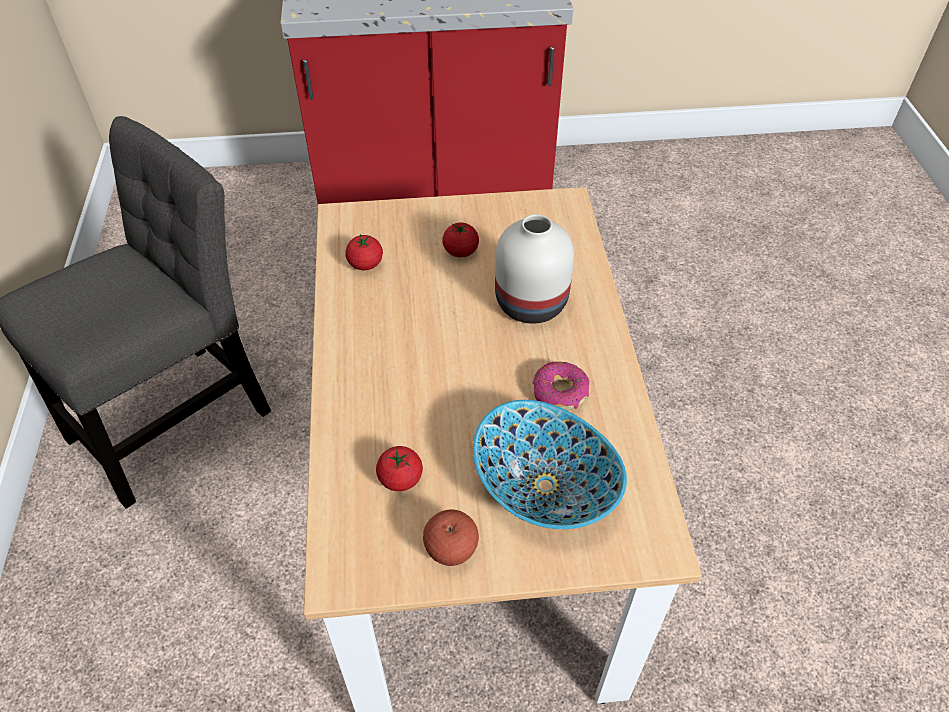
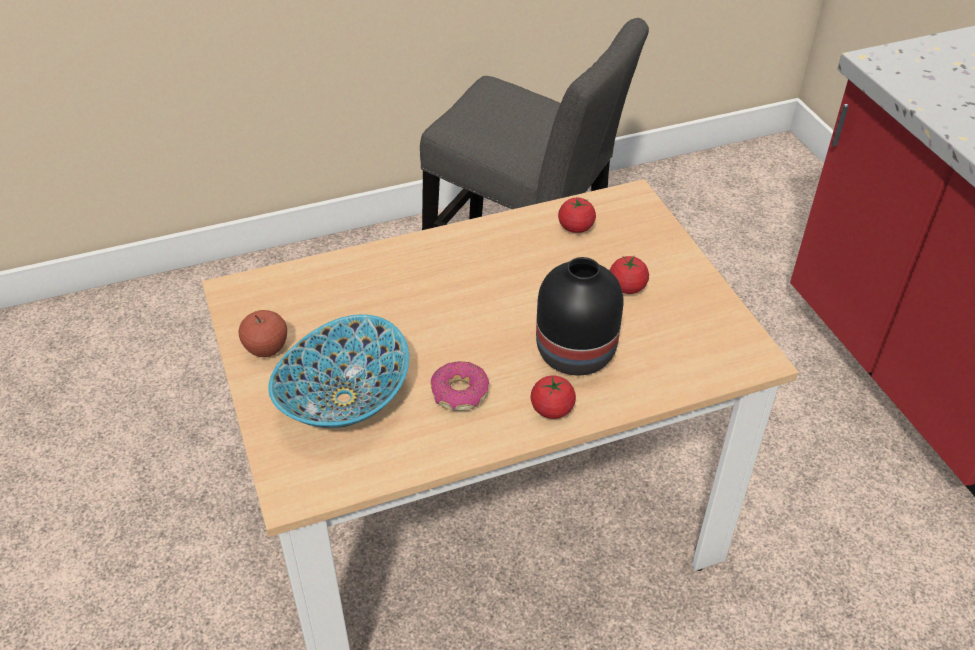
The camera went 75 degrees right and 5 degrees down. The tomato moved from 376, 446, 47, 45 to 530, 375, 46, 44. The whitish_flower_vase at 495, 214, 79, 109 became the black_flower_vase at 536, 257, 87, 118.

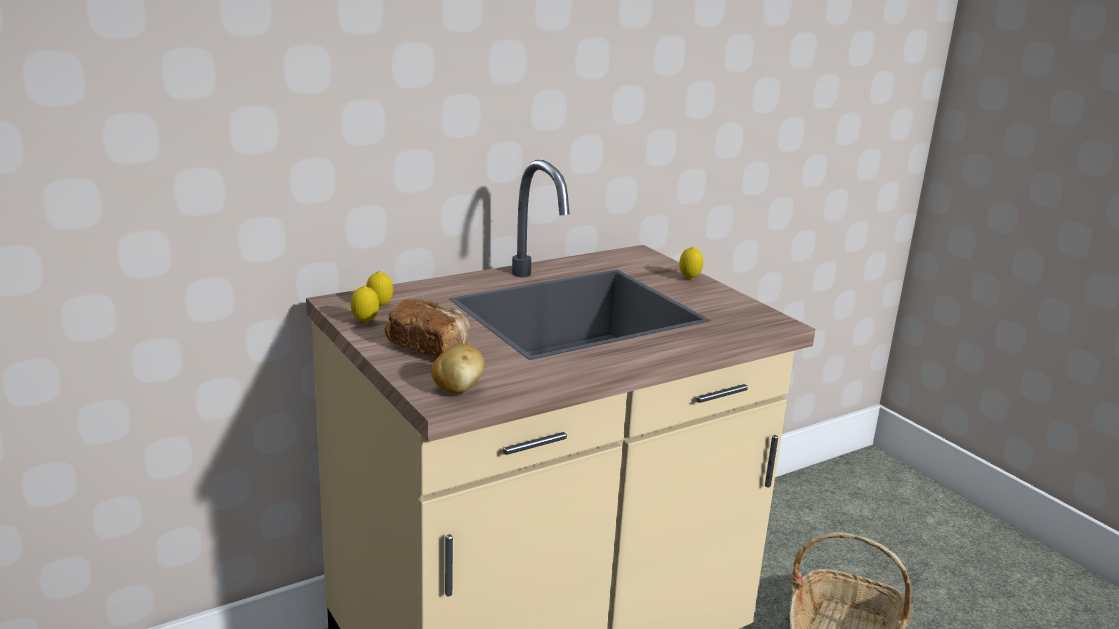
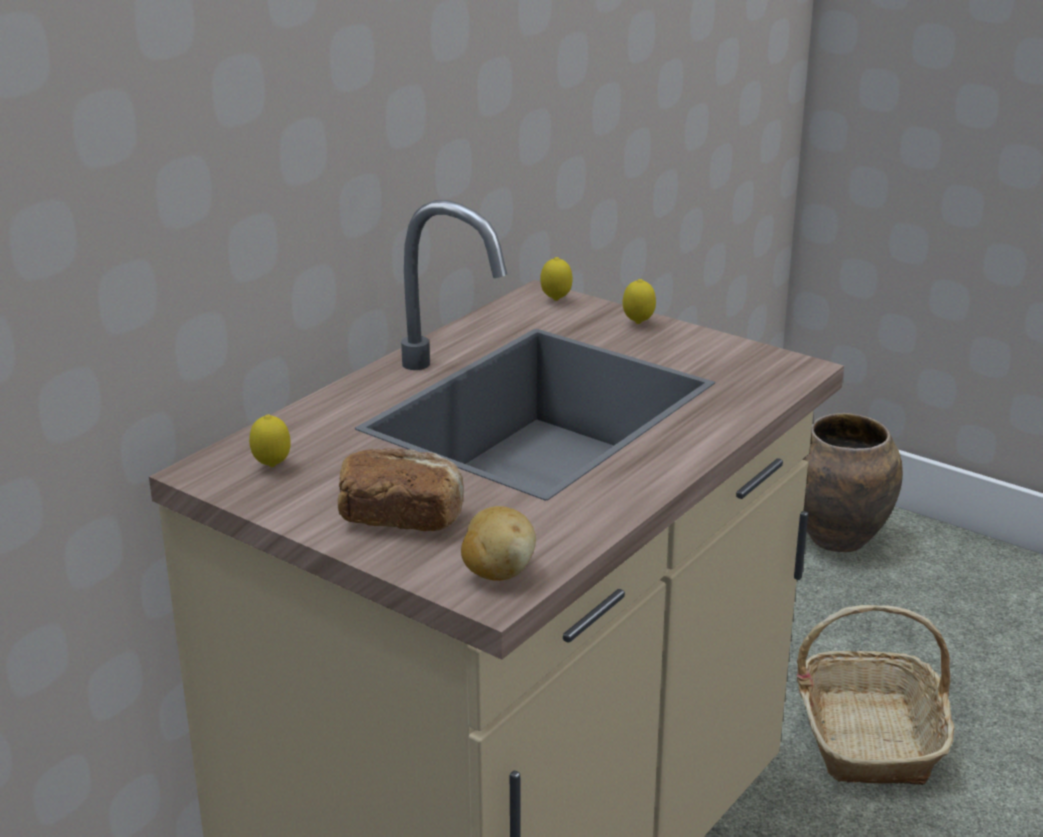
The camera went 20 degrees left and 5 degrees up. The brown-coloured_flower_vase at 802, 413, 101, 139 appeared. The citrus_fruit moved from 351, 286, 28, 37 to 540, 257, 33, 44.

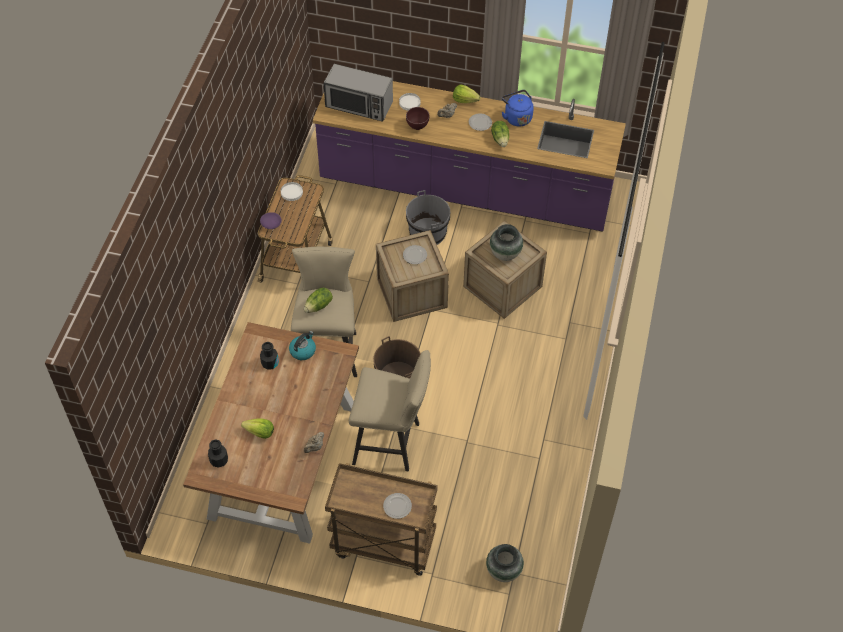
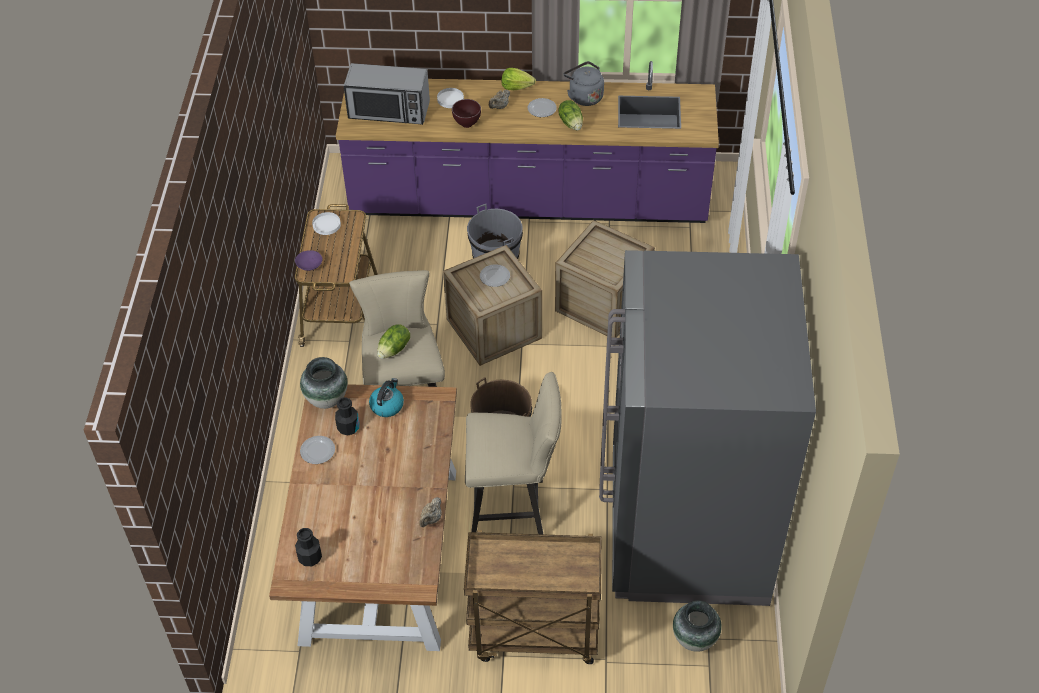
The camera went 10 degrees left and 5 degrees down. The lettuce_head at 241, 419, 33, 20 disappeared. The gray_refrigerator at 599, 250, 217, 356 appeared. The dinner_plate moved from 383, 493, 29, 26 to 300, 436, 35, 28. The flower_vase moved from 490, 224, 33, 37 to 300, 357, 48, 52. The bluish_kettle at 501, 90, 33, 37 became the gray_kettle at 564, 61, 40, 45.

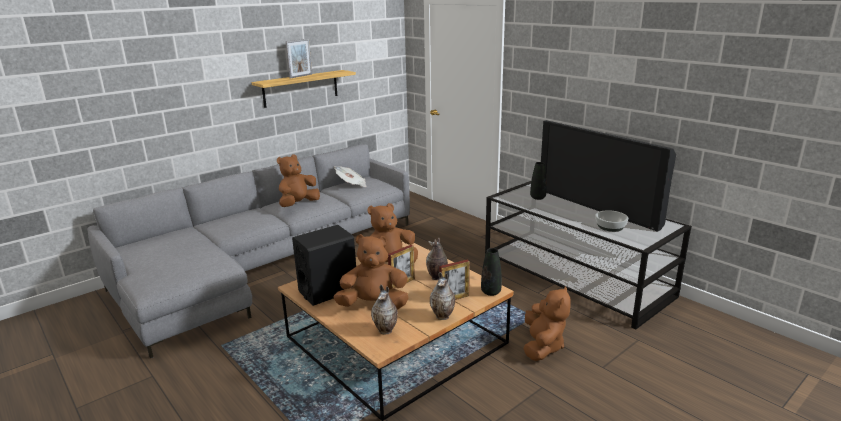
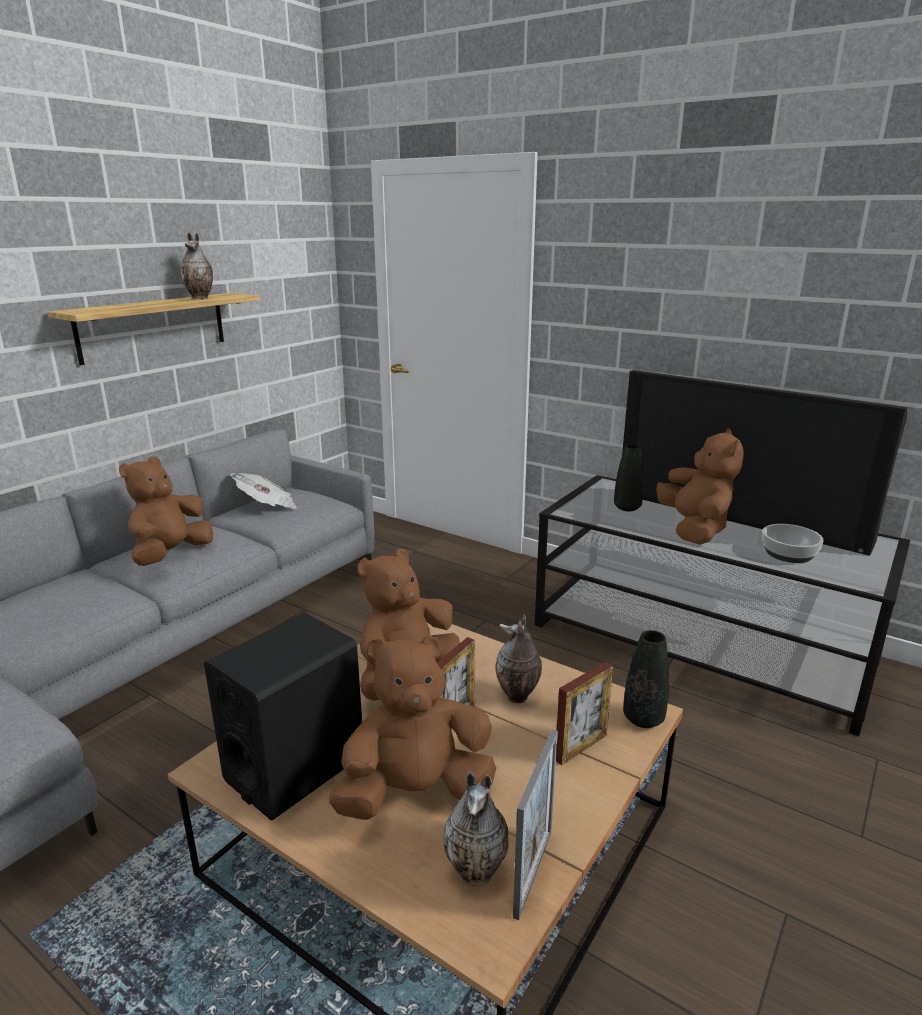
The camera went 15 degrees left and 0 degrees up. The picture_frame moved from 286, 39, 26, 39 to 513, 730, 45, 190. The flower_vase moved from 430, 272, 25, 48 to 180, 233, 33, 66. The brown-coloured_cuddly_toy moved from 523, 286, 48, 75 to 656, 428, 88, 117.

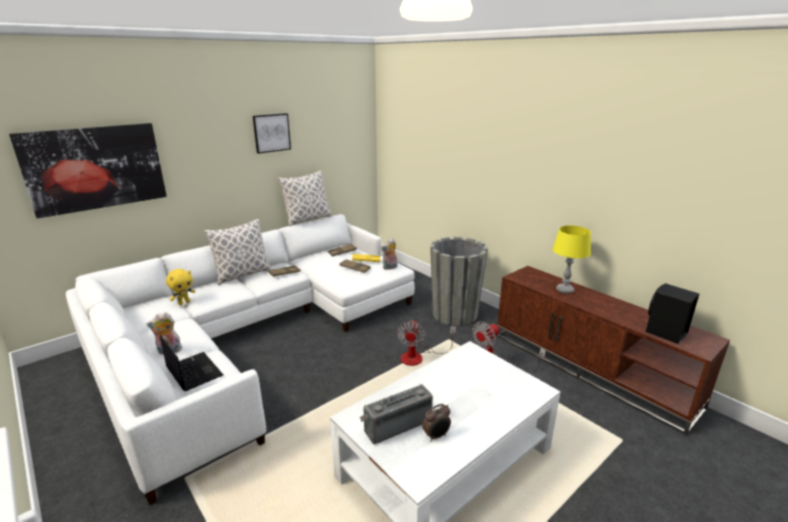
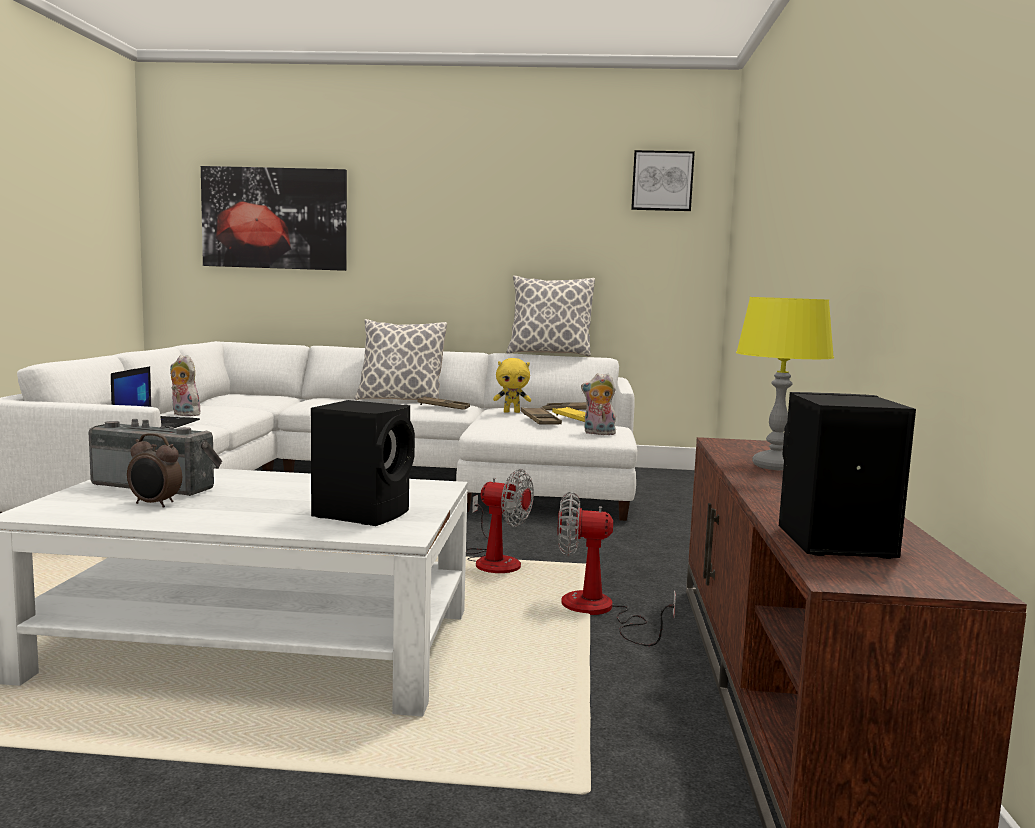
The camera went 45 degrees right and 15 degrees down. The gray_planter at 430, 237, 58, 89 disappeared. The black_speaker at 311, 400, 104, 126 appeared. The yellow-coloured_cuddly_toy moved from 166, 269, 29, 36 to 493, 358, 38, 55. The picture moved from 252, 113, 39, 41 to 631, 150, 64, 61. The electric_fan at 397, 320, 59, 46 turned 120 degrees counterclockwise.

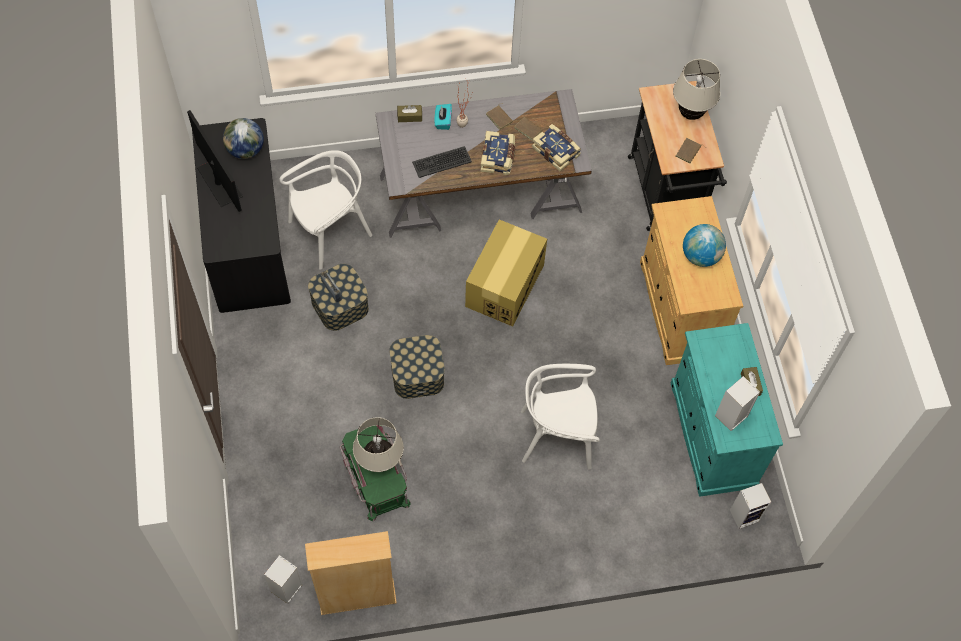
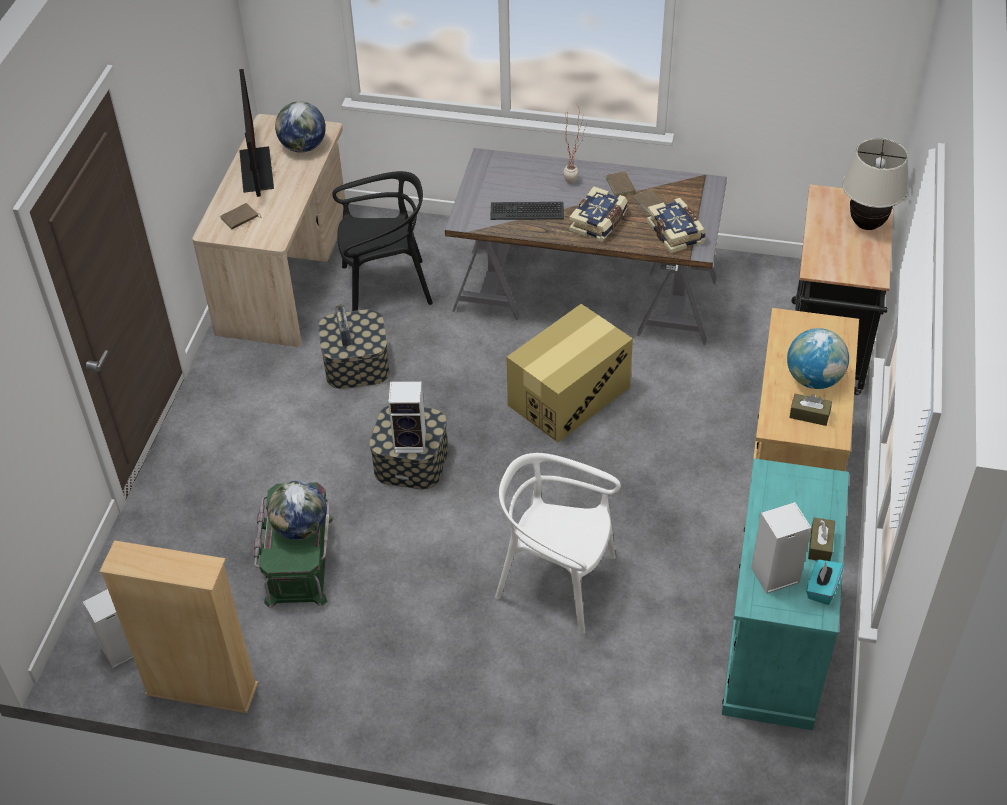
The camera went 25 degrees right and 15 degrees down. The brown-coloured_box_of_tissues moved from 397, 105, 25, 17 to 789, 393, 43, 33. The turquoise-coloured_box_of_tissues moved from 435, 104, 17, 26 to 806, 559, 38, 46. The brown-coloured_book moved from 676, 138, 30, 25 to 220, 203, 42, 26. The speaker moved from 730, 483, 41, 46 to 388, 381, 38, 72. The sand-coloured_tabletop_lamp at 353, 417, 51, 55 was replaced by the world_globe at 267, 481, 60, 59. The black_desk_table at 192, 118, 99, 195 became the sand-coloured_desk_table at 192, 114, 153, 233. The whitish_chair at 279, 150, 93, 120 became the black_chair at 332, 171, 101, 140.

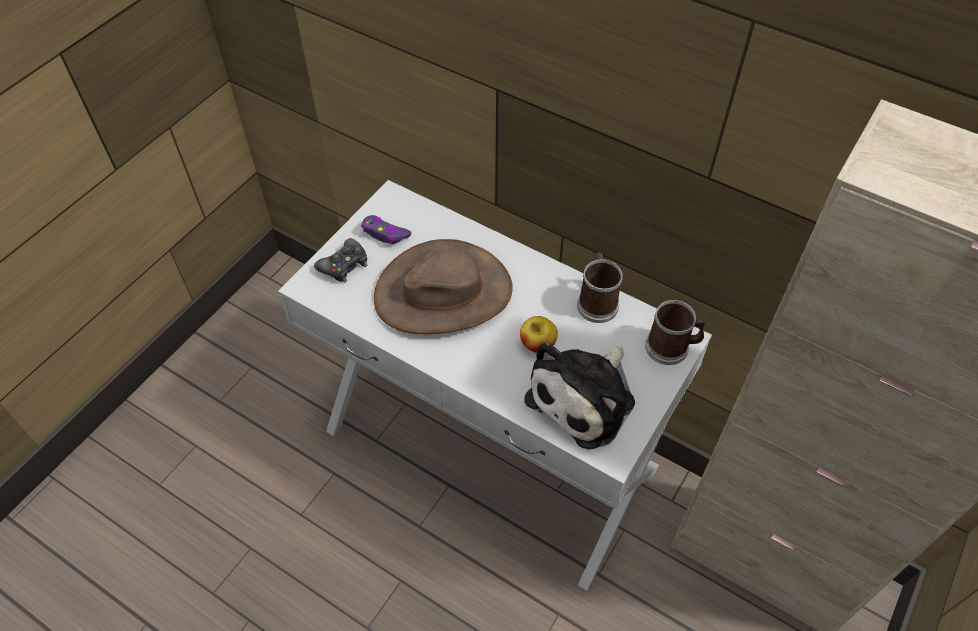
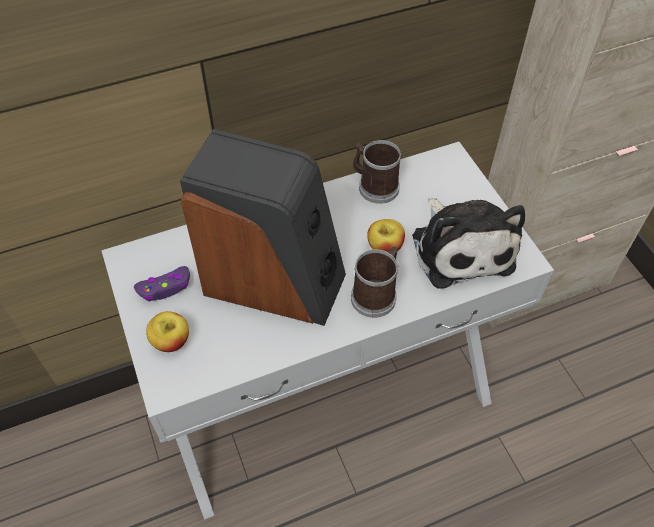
The camera went 55 degrees left and 0 degrees up. The mug moved from 645, 300, 62, 65 to 351, 247, 47, 71. The black_joypad at 314, 238, 53, 44 was replaced by the apple_fruit at 146, 311, 43, 41. The brown-coloured_wearable_hat at 374, 239, 139, 95 was replaced by the speaker at 180, 129, 166, 197.

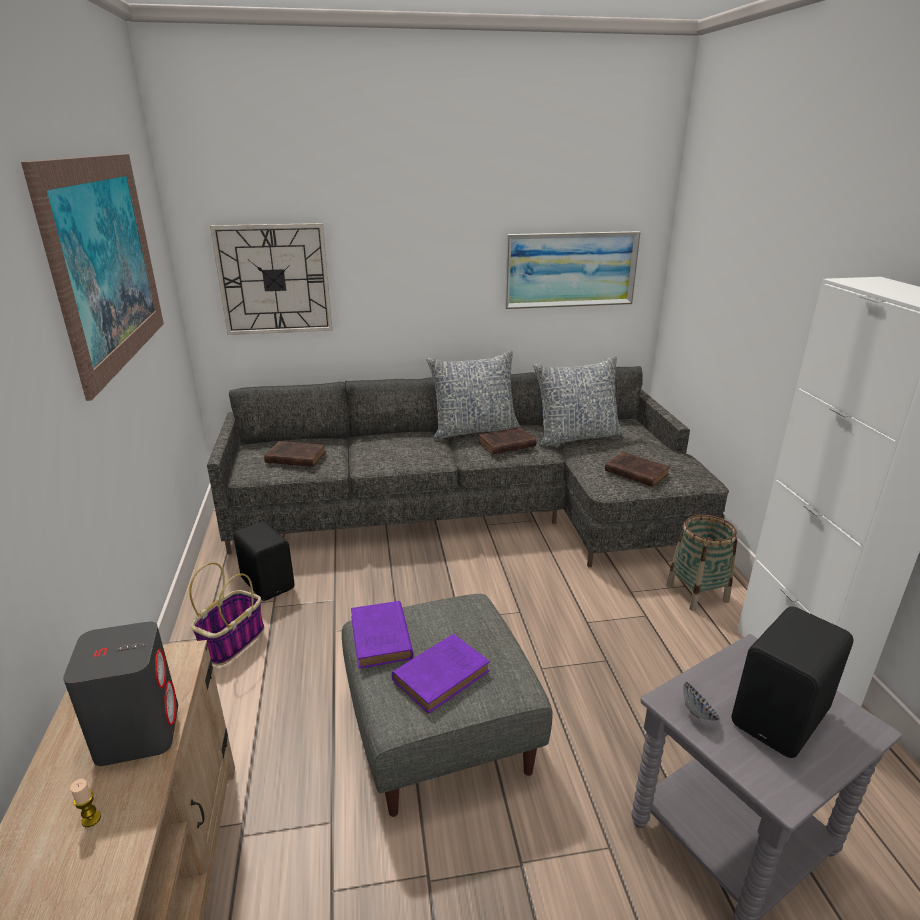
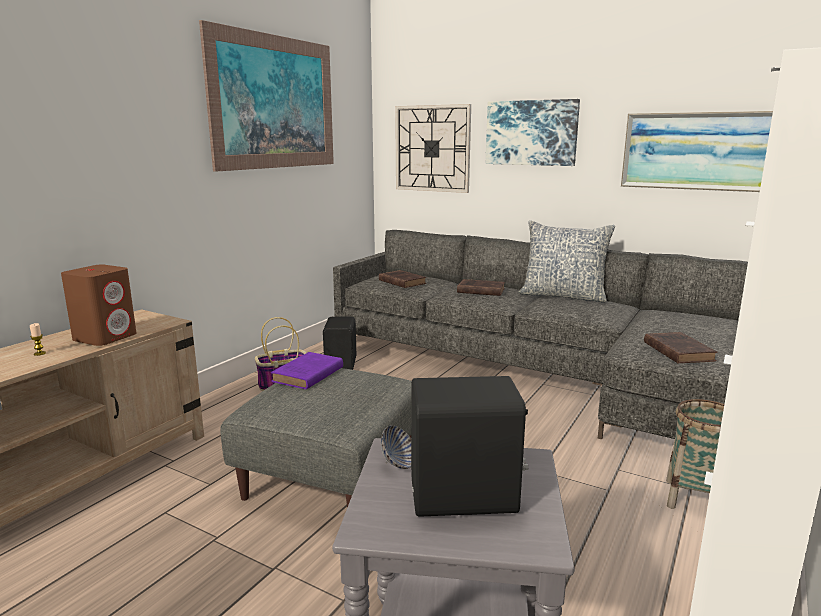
The camera went 40 degrees right and 10 degrees down. The purple_book at 392, 634, 98, 80 disappeared. The cushion at 533, 356, 90, 90 disappeared. The picture at 486, 99, 94, 67 appeared. The brown-coloured_book moved from 478, 427, 58, 27 to 457, 279, 48, 17. The gray_speaker at 63, 621, 115, 145 became the brown-coloured_speaker at 61, 264, 75, 82.

